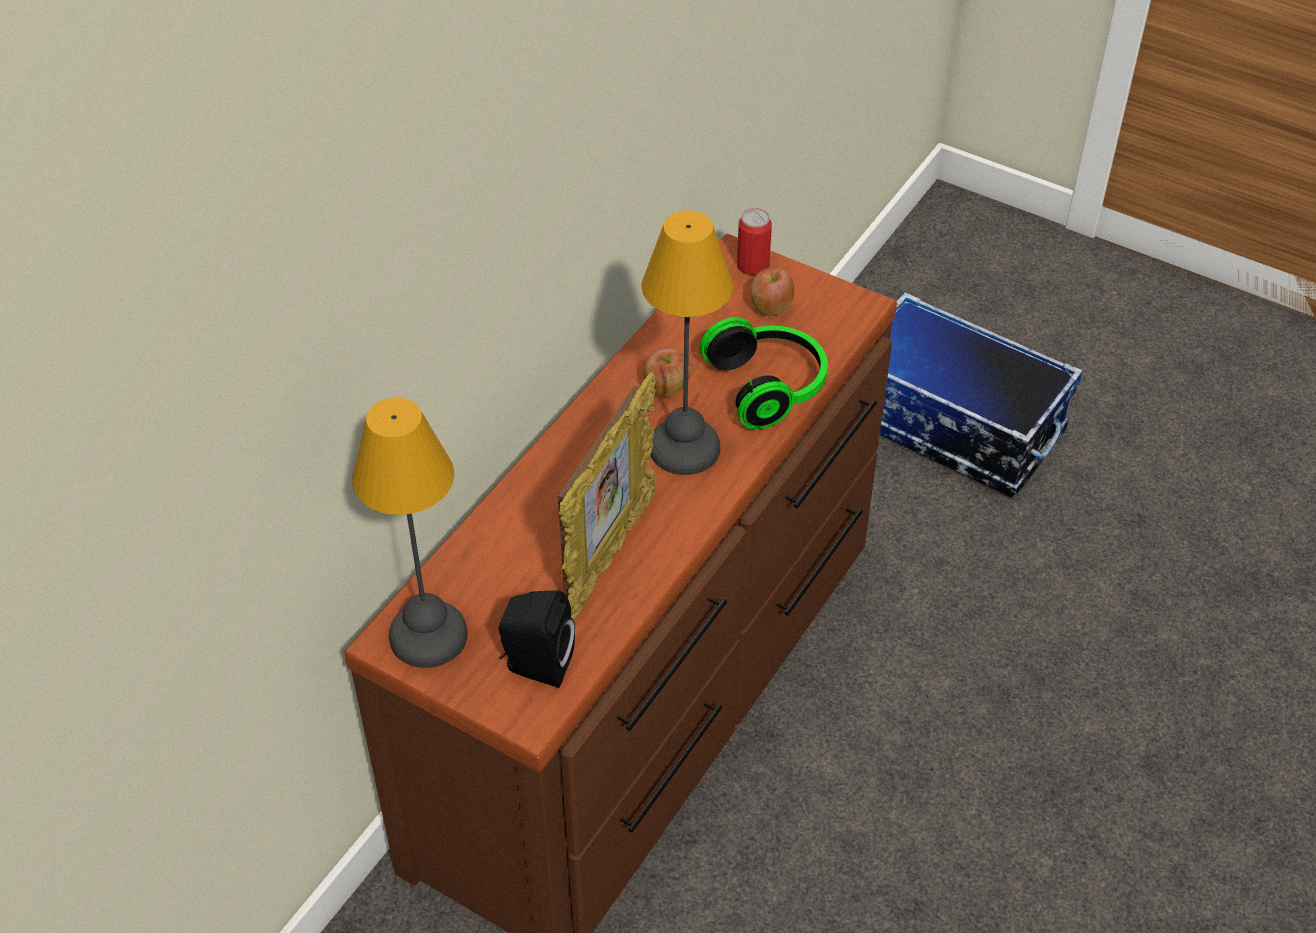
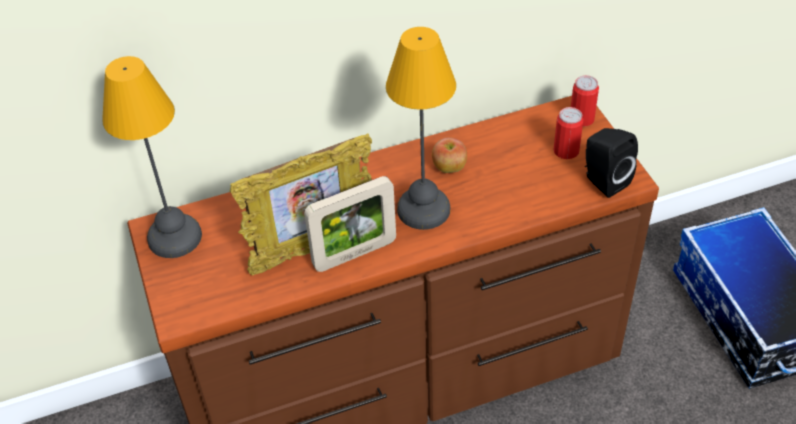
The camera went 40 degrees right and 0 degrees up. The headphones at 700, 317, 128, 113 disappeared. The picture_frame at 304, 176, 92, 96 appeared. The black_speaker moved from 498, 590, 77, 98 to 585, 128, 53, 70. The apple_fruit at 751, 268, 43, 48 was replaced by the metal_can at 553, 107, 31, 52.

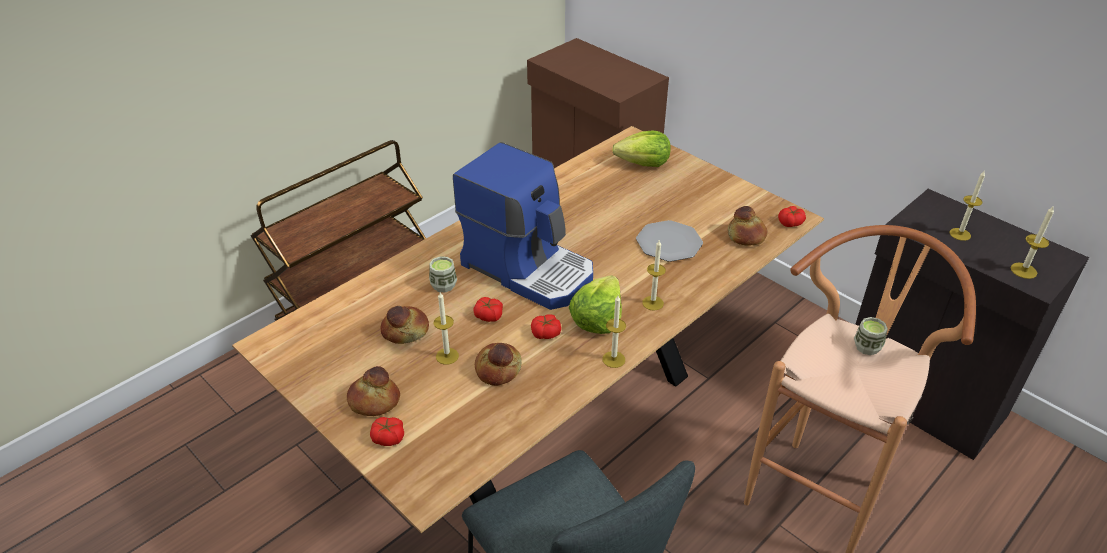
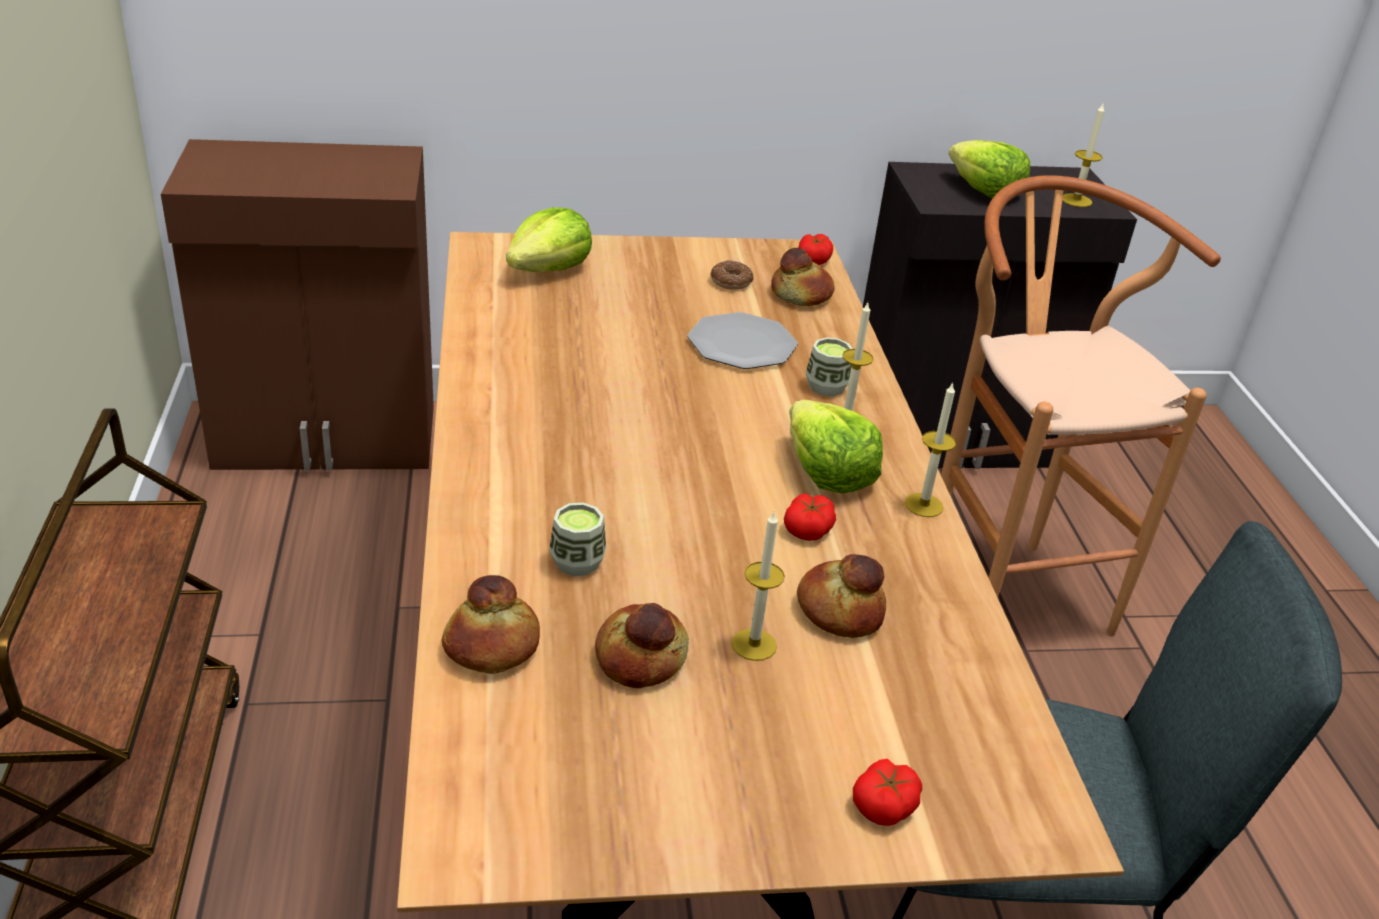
The camera went 55 degrees left and 5 degrees down. The coffee_maker at 453, 142, 140, 168 disappeared. The tomato at 473, 297, 30, 25 disappeared. The donut at 710, 260, 43, 30 appeared. The bakery_bread moved from 347, 366, 53, 50 to 441, 575, 99, 99. The drinking_cup moved from 854, 317, 34, 38 to 806, 337, 47, 60. The wax_light at 950, 170, 35, 71 was replaced by the lettuce_head at 949, 140, 81, 59.

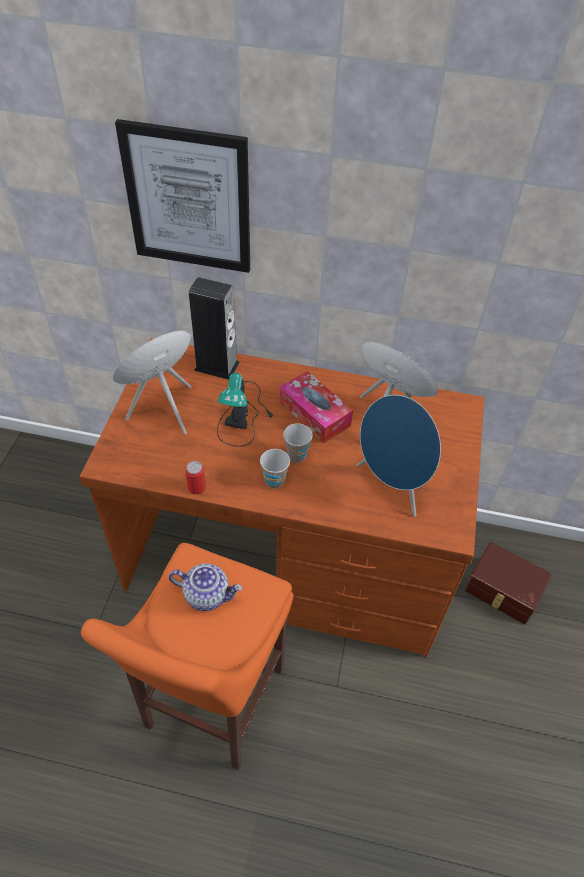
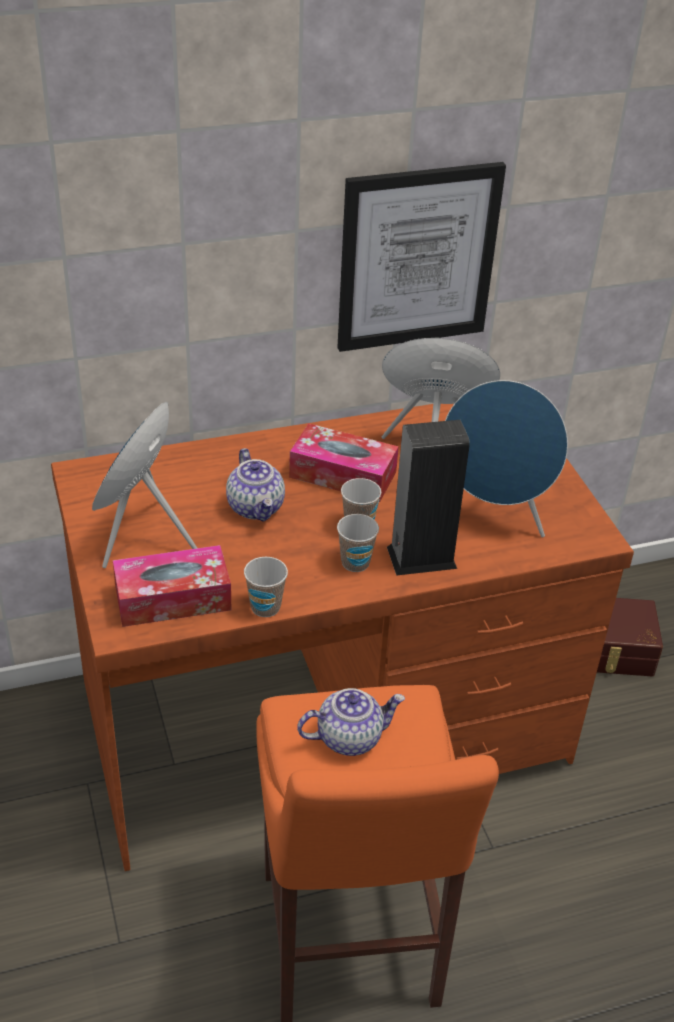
The camera went 30 degrees left and 10 degrees down. The box_of_tissues at 113, 545, 119, 82 appeared. The picture moved from 115, 119, 135, 154 to 338, 162, 168, 190. The speaker moved from 189, 277, 51, 103 to 387, 420, 83, 156. The metal_can at 185, 461, 21, 34 was replaced by the drinking_cup at 244, 557, 44, 60. The tabletop_lamp at 217, 373, 56, 73 was replaced by the pot_for_tea at 226, 448, 59, 74.

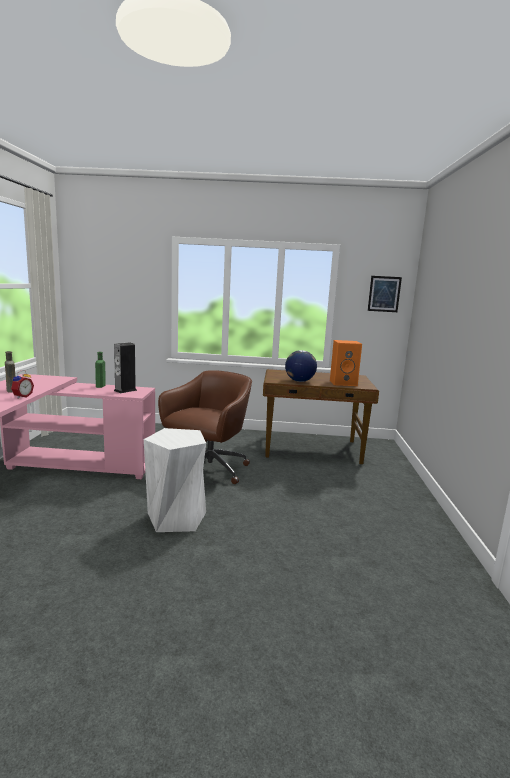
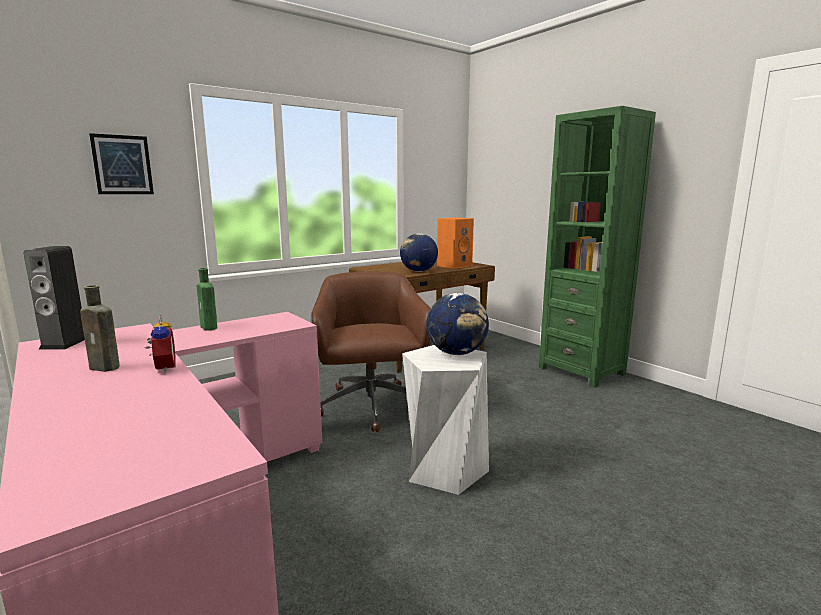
The camera went 40 degrees left and 0 degrees up. The world_globe at 426, 293, 63, 62 appeared. The green_bookcase at 539, 106, 117, 282 appeared. The speaker moved from 114, 342, 23, 51 to 24, 246, 61, 104. The picture moved from 368, 276, 34, 36 to 89, 133, 65, 61.

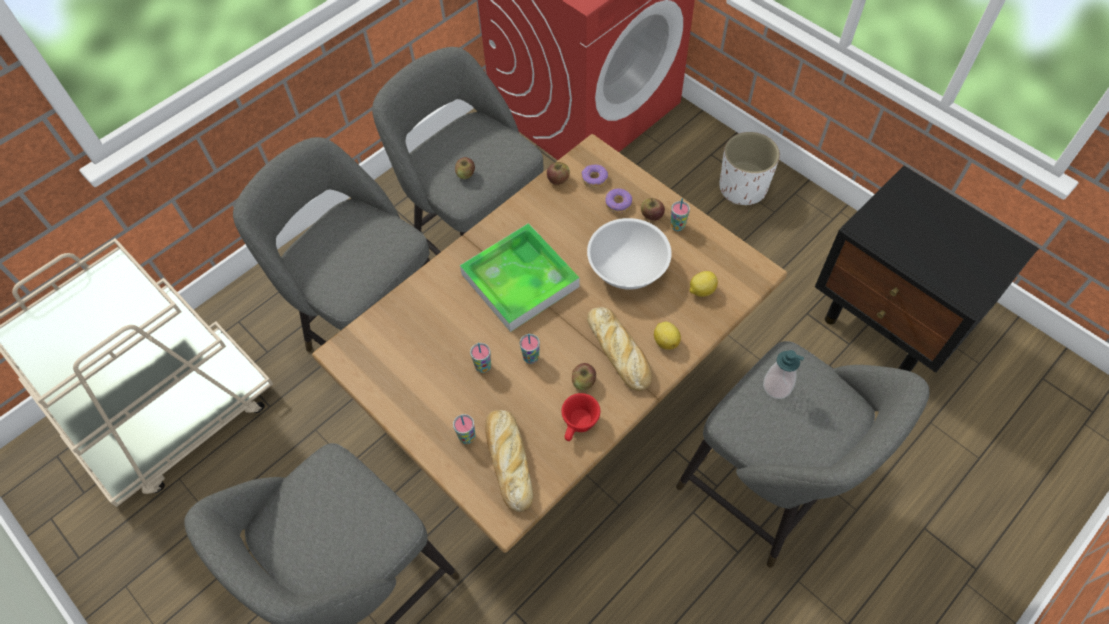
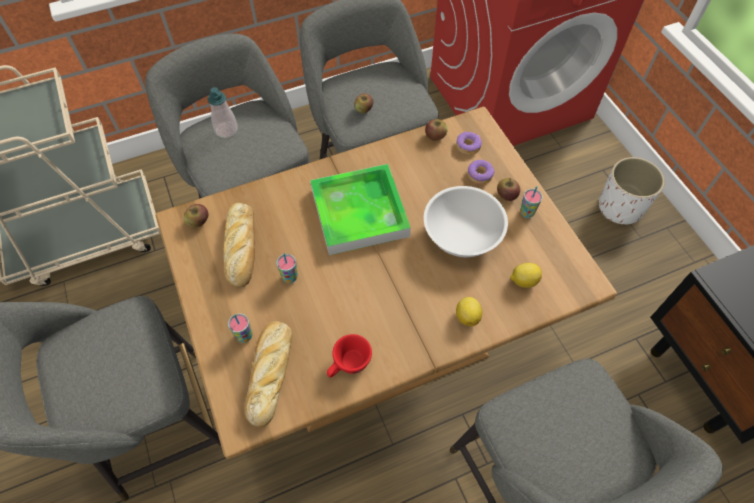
The camera went 20 degrees right and 0 degrees up. The drinking_cup at 520, 334, 20, 30 disappeared. The apple_fruit moved from 572, 363, 24, 27 to 184, 204, 25, 23. The bakery_bread moved from 587, 307, 65, 84 to 223, 203, 32, 85. The soap_dispenser moved from 763, 350, 41, 49 to 208, 87, 30, 51.

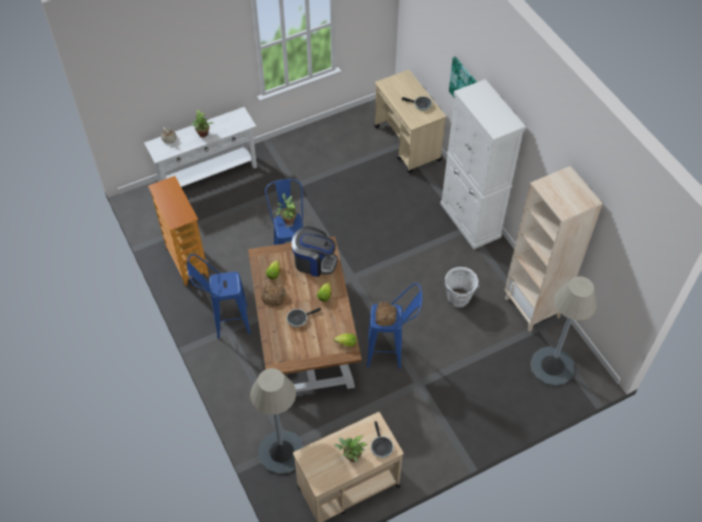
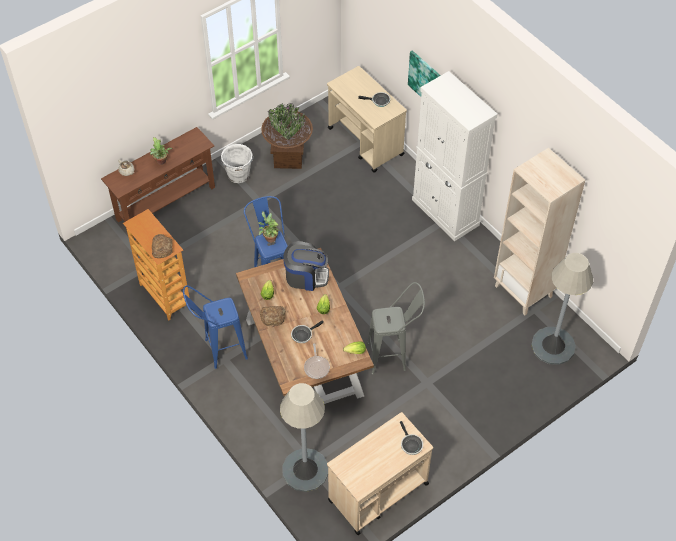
The camera went 10 degrees left and 0 degrees up. The plant_in_a_pot at 334, 436, 33, 26 disappeared. The brown-coloured_planter at 261, 103, 52, 66 appeared. The skillet at 304, 344, 26, 35 appeared. The bakery_bread moved from 375, 301, 22, 25 to 152, 234, 21, 24. The whitish_pail moved from 443, 267, 37, 41 to 220, 144, 34, 39. The whitish_hall_table at 144, 107, 113, 80 became the brown-coloured_hall_table at 101, 127, 114, 107. The bluish_stool_seat at 367, 283, 55, 86 became the gray_stool_seat at 367, 282, 58, 92.

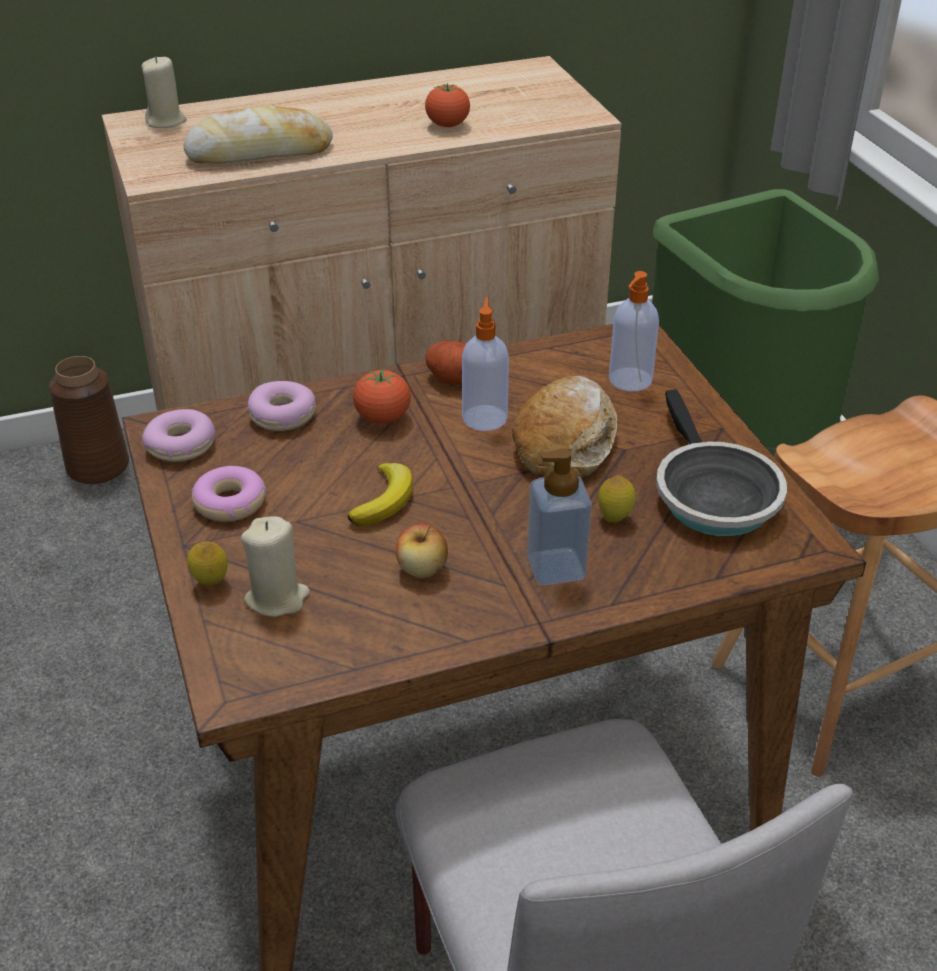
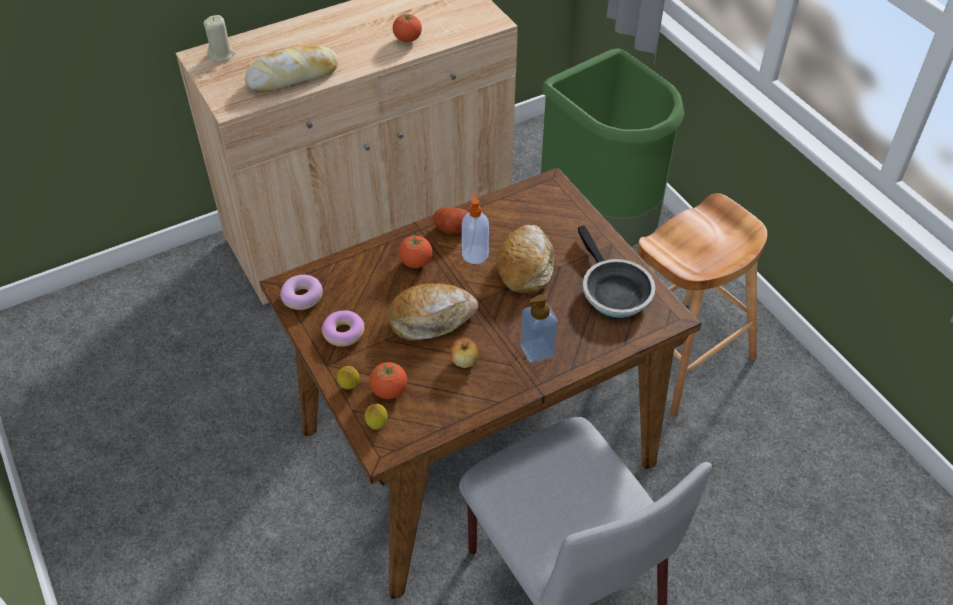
The camera went 10 degrees left and 10 degrees up. The brown-coloured_flower_vase at 49, 356, 80, 128 disappeared. The donut at 247, 381, 69, 50 disappeared. The soap_dispenser at 609, 271, 50, 120 disappeared. The citrus_fruit moved from 598, 475, 38, 47 to 365, 404, 23, 26. The sand-coloured_wax_light at 241, 516, 69, 101 was replaced by the tomato at 369, 362, 38, 37. The whole_banana at 347, 463, 66, 63 was replaced by the bakery_bread at 388, 283, 90, 57.

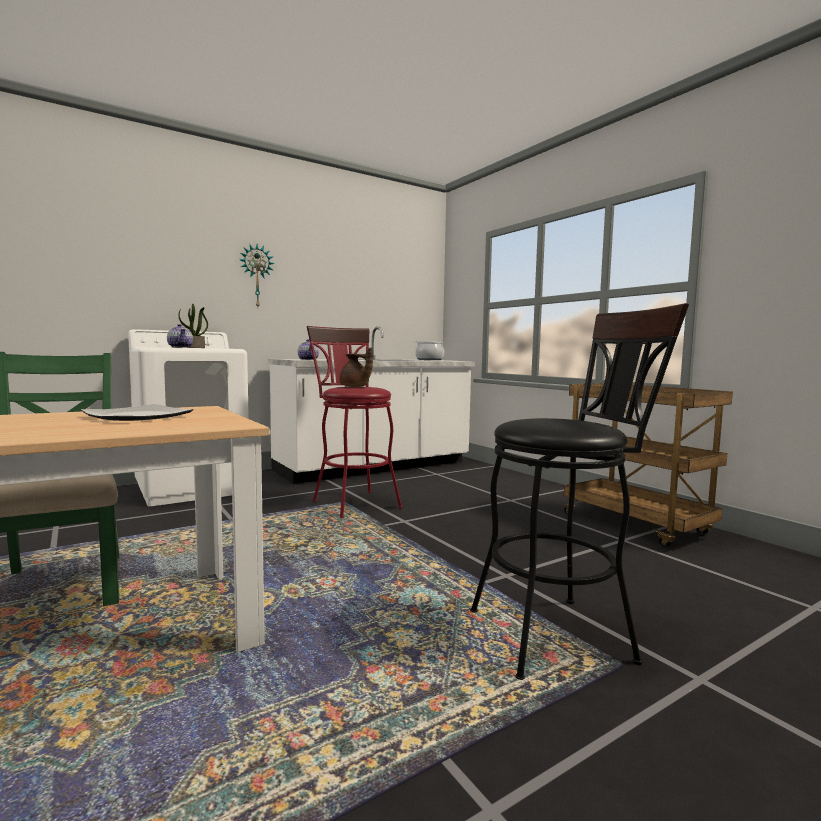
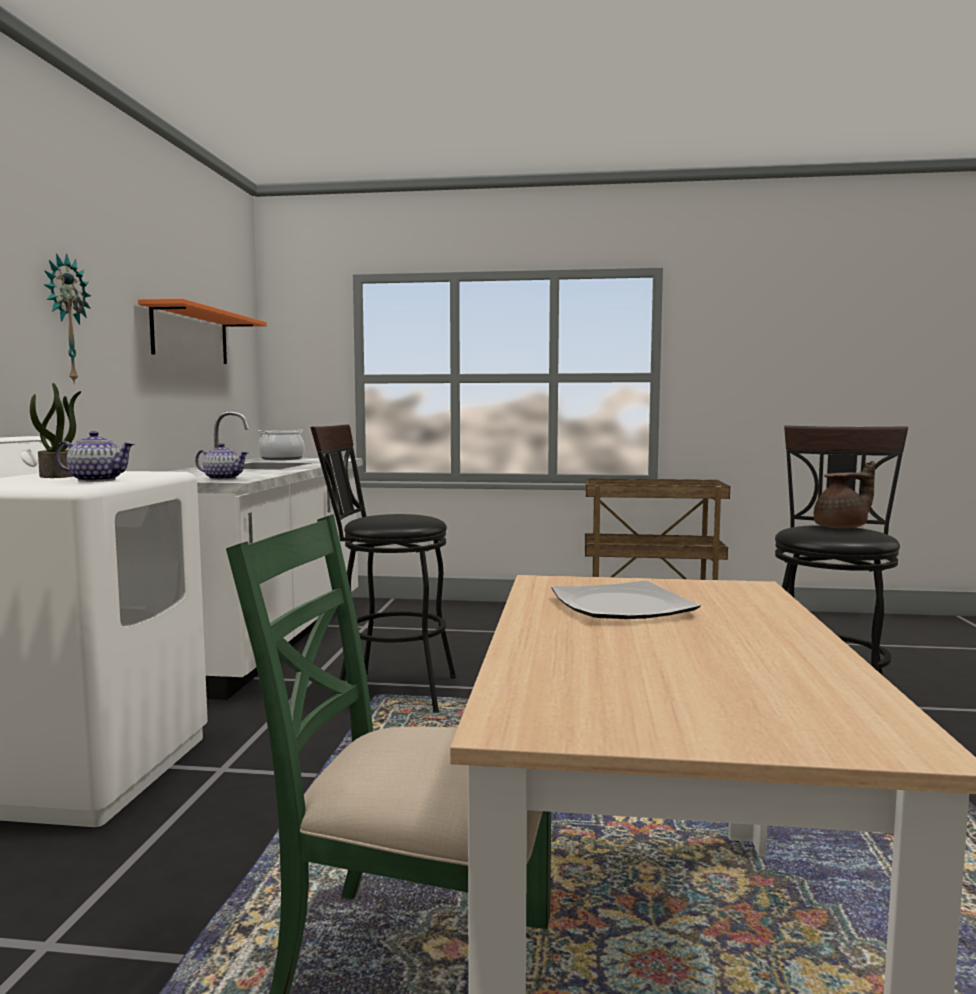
The camera went 50 degrees left and 0 degrees up. The orange_shelf at 138, 298, 129, 66 appeared. The brown-coloured_pot_for_tea moved from 340, 347, 33, 40 to 814, 461, 61, 68. The red_stool_seat at 307, 326, 96, 192 became the black_stool_seat at 310, 424, 146, 289.

